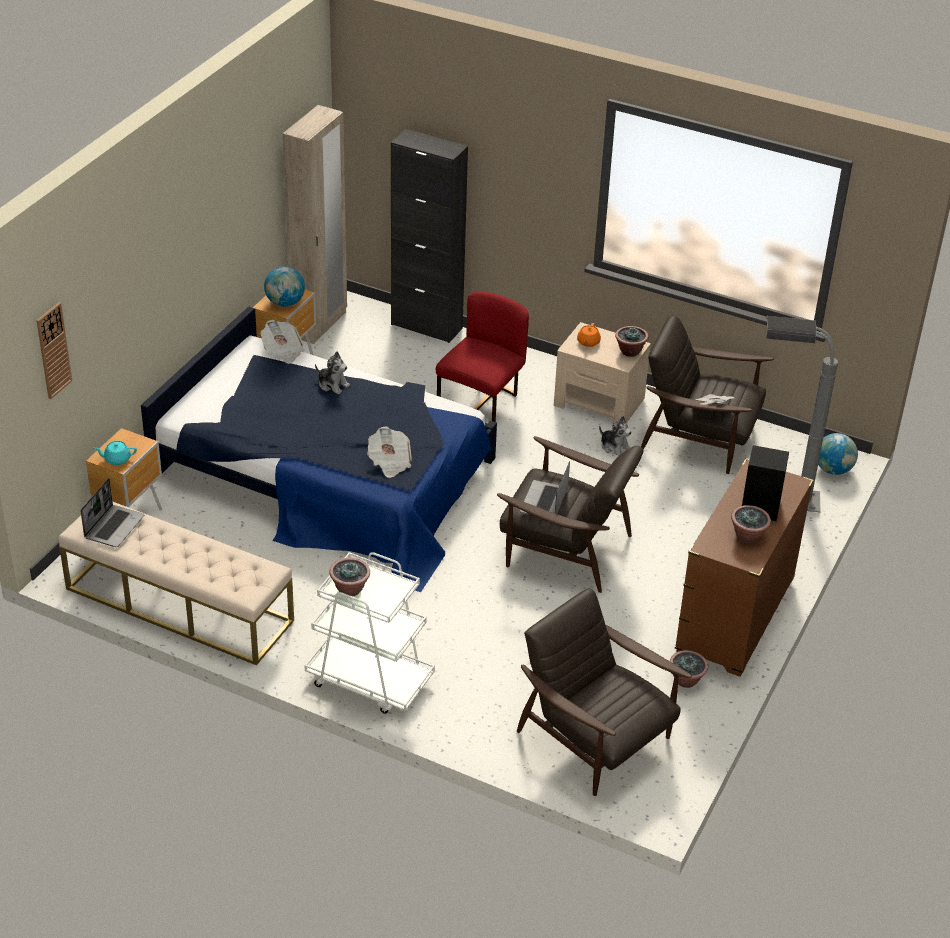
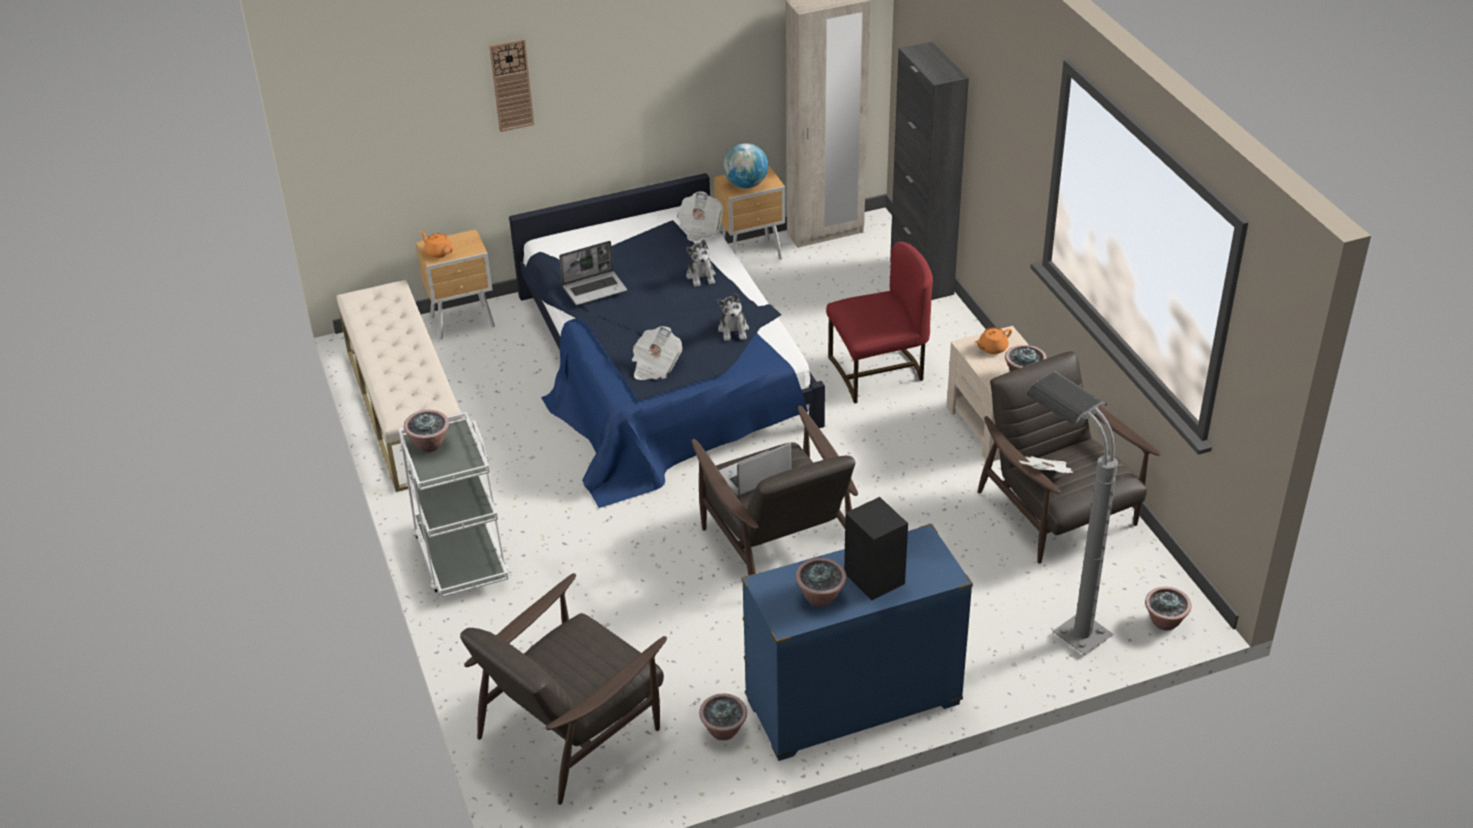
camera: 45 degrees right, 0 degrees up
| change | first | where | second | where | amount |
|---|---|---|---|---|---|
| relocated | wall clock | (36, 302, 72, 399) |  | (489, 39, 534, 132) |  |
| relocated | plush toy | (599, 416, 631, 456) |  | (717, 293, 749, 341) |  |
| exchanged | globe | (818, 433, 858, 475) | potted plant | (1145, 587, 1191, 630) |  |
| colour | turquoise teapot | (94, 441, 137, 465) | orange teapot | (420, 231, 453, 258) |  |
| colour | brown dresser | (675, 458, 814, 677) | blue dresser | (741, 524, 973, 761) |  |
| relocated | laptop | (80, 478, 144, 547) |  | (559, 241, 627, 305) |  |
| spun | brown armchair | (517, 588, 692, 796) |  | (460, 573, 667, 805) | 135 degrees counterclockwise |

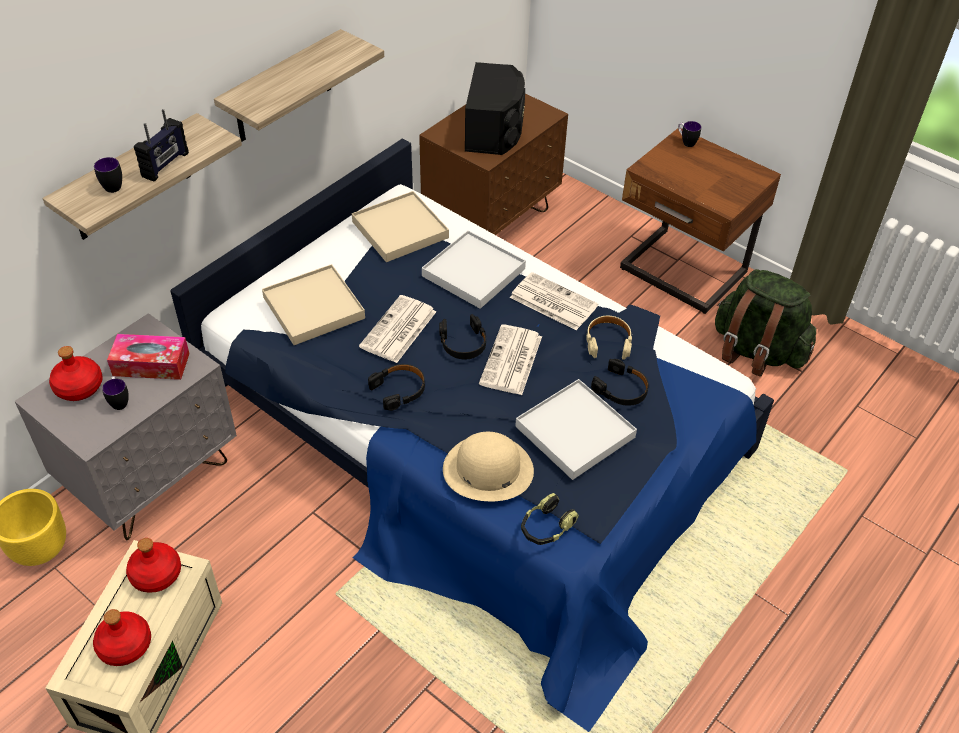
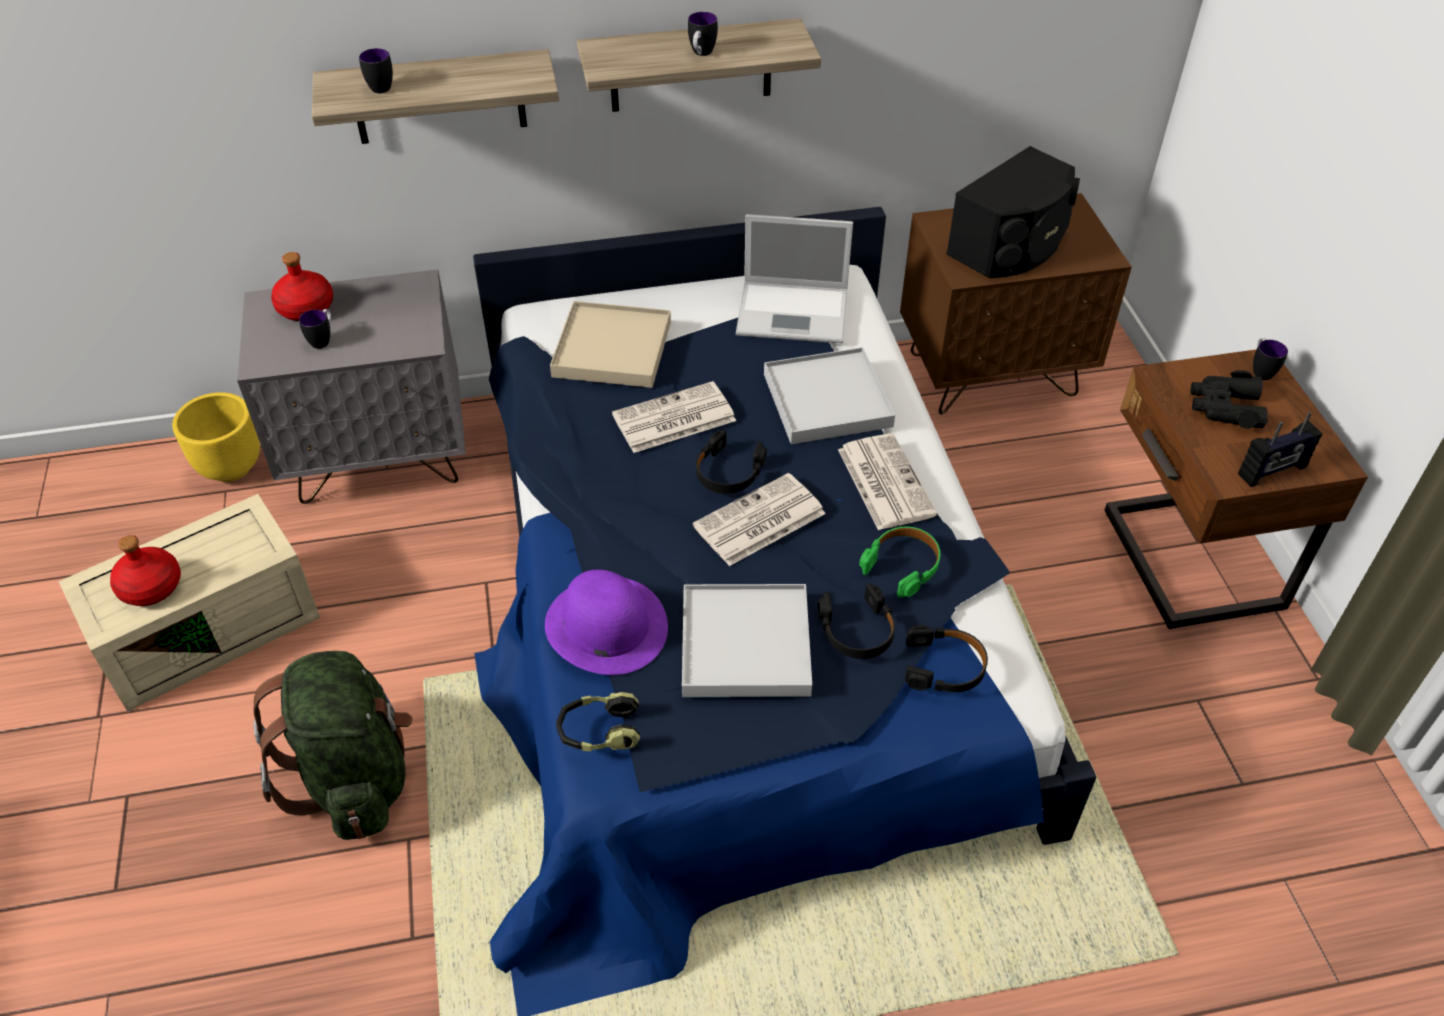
camera: 40 degrees right, 0 degrees up
| change | first | where | second | where | amount |
|---|---|---|---|---|---|
| relocated | radio | (134, 109, 189, 182) |  | (1238, 412, 1322, 487) |  |
| exchanged | beige tray | (352, 191, 449, 262) | laptop | (736, 214, 853, 343) |  |
| relocated | green backpack | (715, 269, 816, 377) |  | (253, 651, 413, 840) |  |
| colour | beige headphones | (586, 316, 632, 360) | green headphones | (859, 527, 940, 598) |  |
| missing | tissue box | (107, 334, 190, 380) |  |  |  |
| relocated | black headphones | (368, 364, 425, 411) |  | (905, 625, 988, 692) |  |
| colour | beige hat | (443, 432, 534, 501) | purple hat | (545, 570, 668, 675) |  |
| missing | red bottle | (126, 538, 181, 593) |  |  |  |
| appeared |  |  | mug | (688, 12, 718, 56) |  |
| appeared |  |  | black binoculars | (1190, 370, 1268, 429) |  |

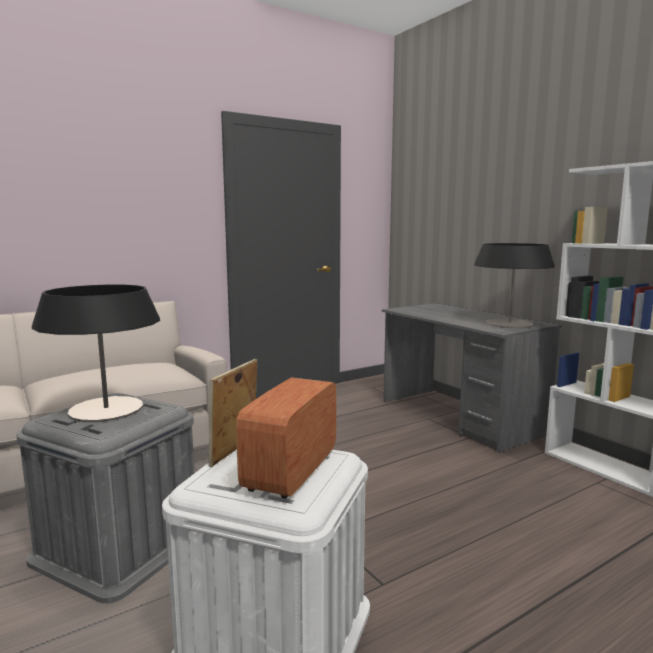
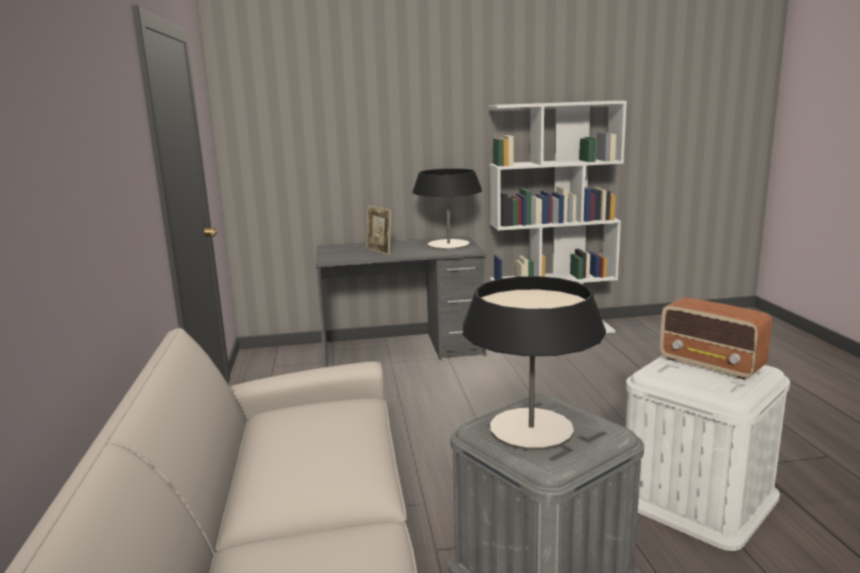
camera: 65 degrees left, 5 degrees up
| change | first | where | second | where | amount |
|---|---|---|---|---|---|
| relocated | picture frame | (208, 359, 257, 467) |  | (366, 205, 391, 255) |  |

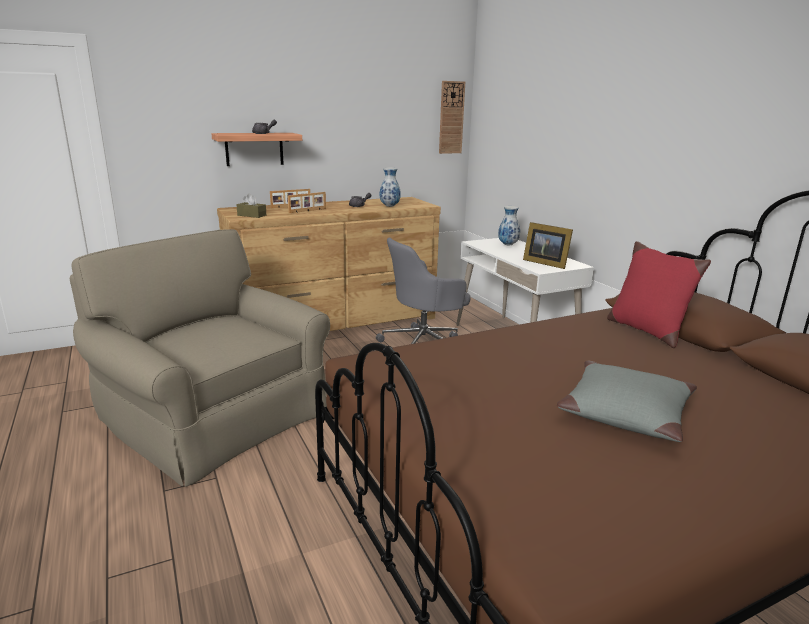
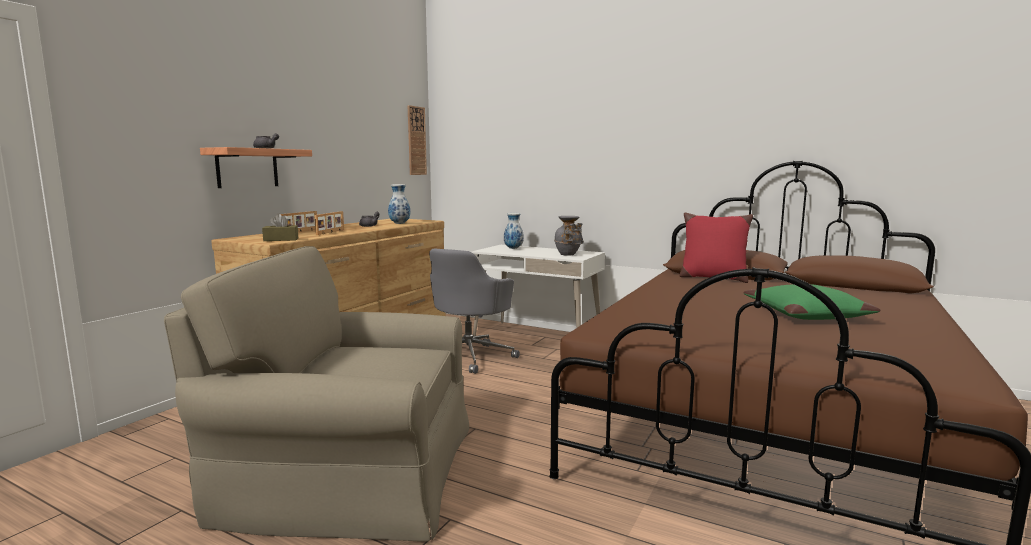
camera: 35 degrees left, 10 degrees down
| change | first | where | second | where | amount |
|---|---|---|---|---|---|
| exchanged | picture frame | (523, 222, 573, 269) | grey vase | (554, 216, 583, 256) |  |
| colour | grey pillow | (557, 361, 697, 442) | green pillow | (743, 284, 880, 320) |  |

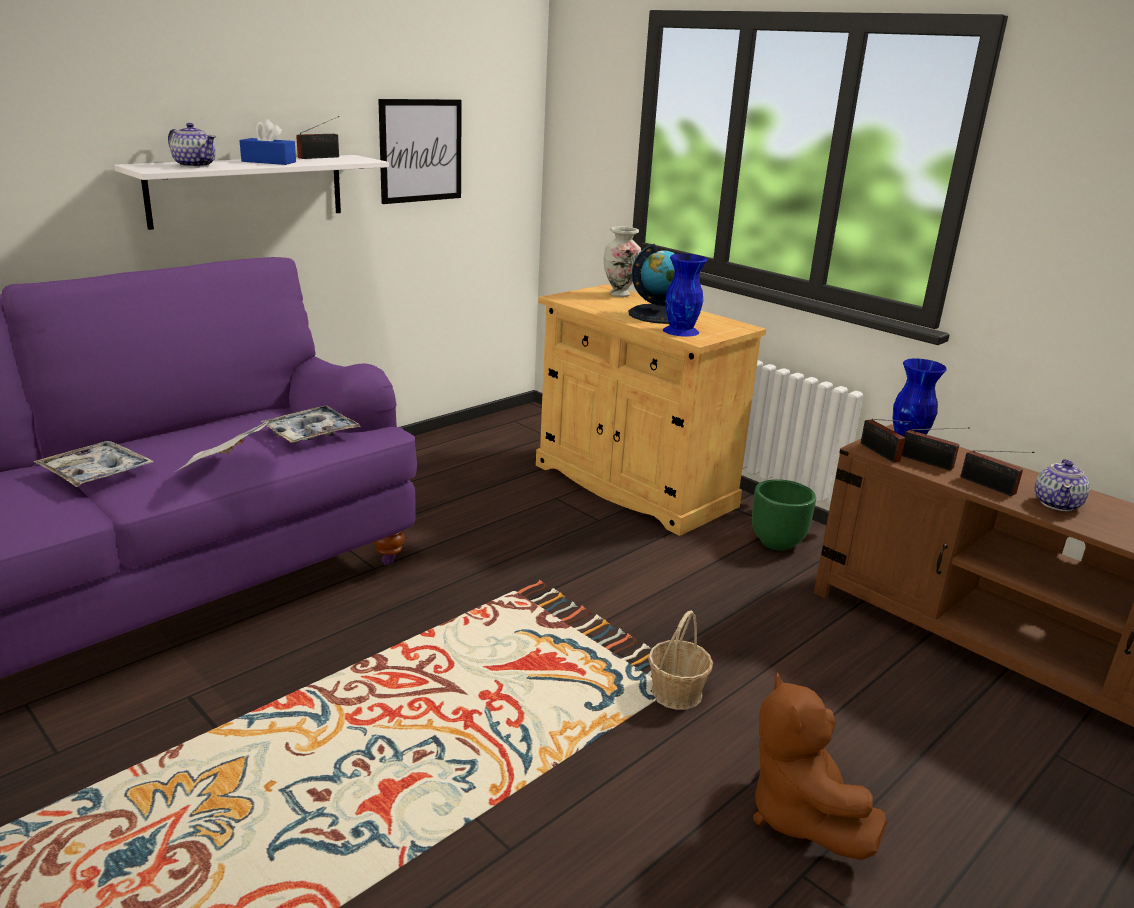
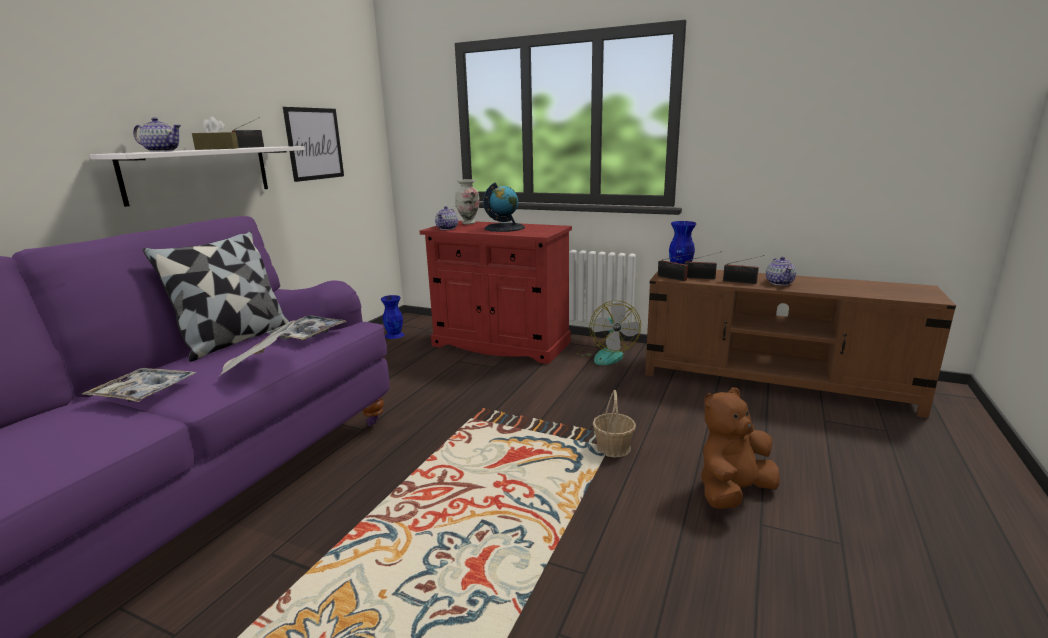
camera: 20 degrees left, 5 degrees down
| change | first | where | second | where | amount |
|---|---|---|---|---|---|
| colour | blue tissue box | (239, 119, 296, 165) | brown tissue box | (192, 117, 239, 150) |  |
| relocated | blue vase | (663, 254, 707, 337) |  | (381, 295, 405, 339) |  |
| colour | beige cabinet | (536, 284, 766, 536) | red cabinet | (420, 221, 572, 364) |  |
| exchanged | green planter | (752, 479, 816, 551) | fan | (576, 301, 641, 365) |  |
| spun | brown plush toy | (753, 672, 887, 860) |  | (701, 387, 780, 509) | 90 degrees clockwise |
| appeared |  |  | teapot | (435, 206, 458, 230) |  |
| appeared |  |  | pillow | (143, 231, 289, 362) |  |

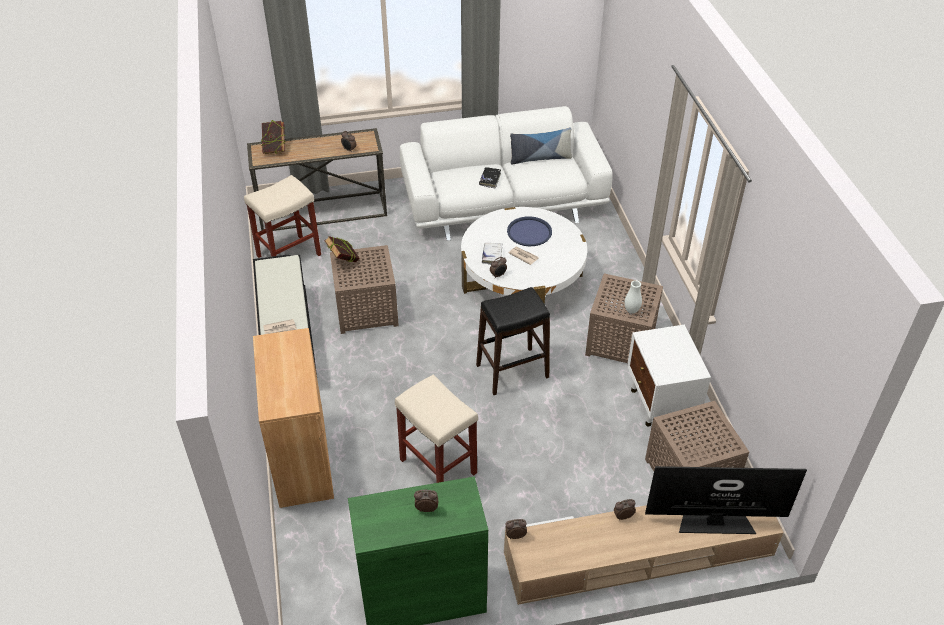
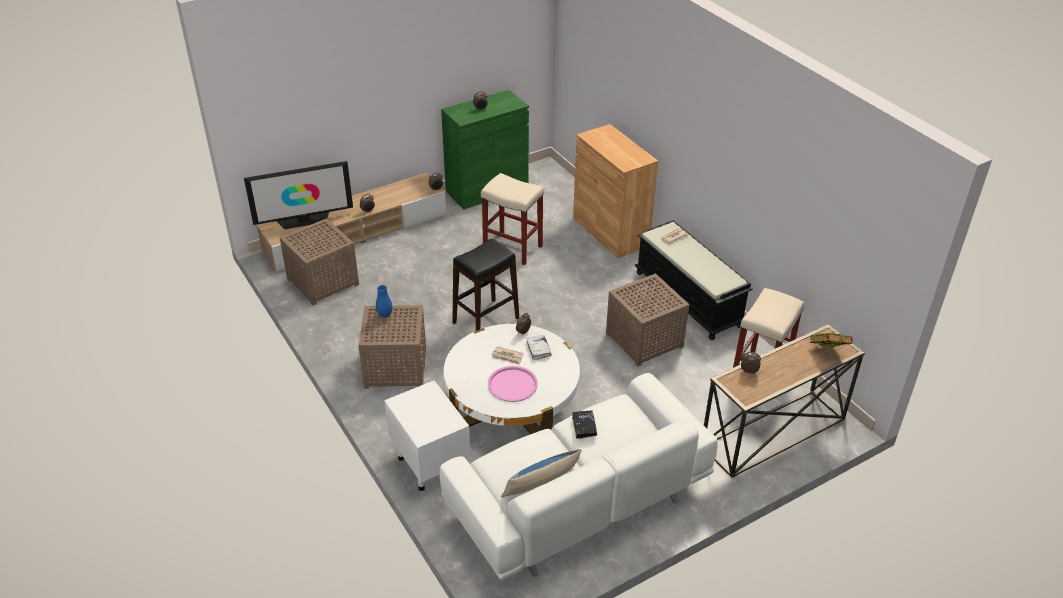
camera: 160 degrees right, 5 degrees down
| change | first | where | second | where | amount |
|---|---|---|---|---|---|
| colour | blue tray | (507, 216, 552, 246) | pink tray | (488, 366, 538, 402) |  |
| missing | book | (324, 236, 359, 262) |  |  |  |
| colour | white vase | (624, 280, 642, 314) | blue vase | (376, 285, 392, 318) |  |
| relocated | white nightstand | (627, 325, 711, 426) |  | (384, 381, 471, 491) |  |

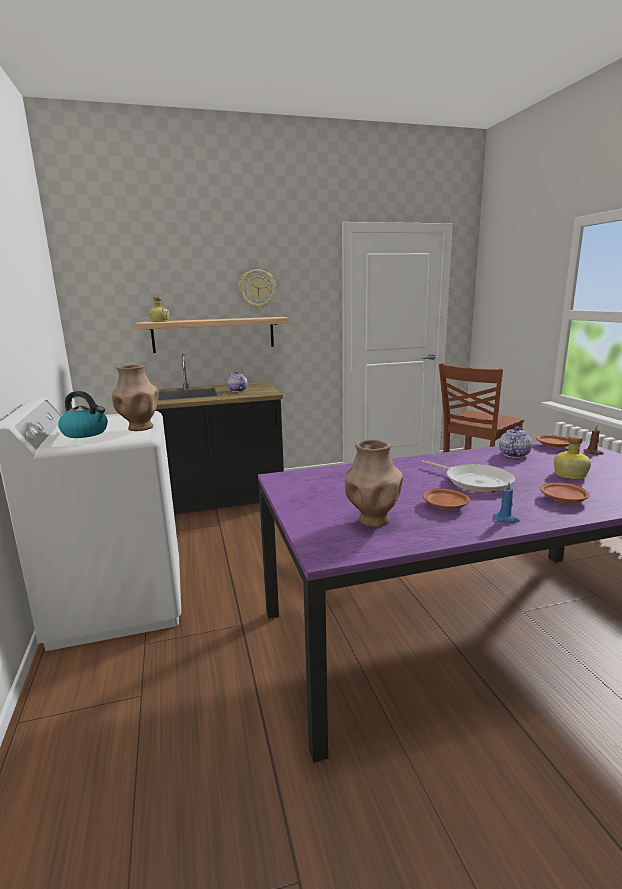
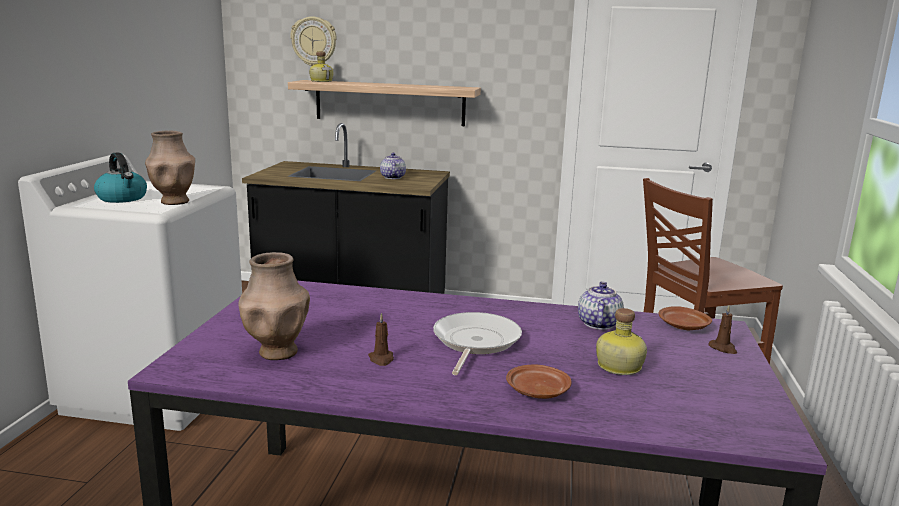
camera: 25 degrees right, 0 degrees up
| change | first | where | second | where | amount |
|---|---|---|---|---|---|
| relocated | wall clock | (239, 270, 276, 309) |  | (290, 16, 337, 66) |  |
| spun | teapot | (499, 426, 532, 458) |  | (578, 281, 624, 330) | 45 degrees counterclockwise |
| spun | frying pan | (422, 460, 515, 493) |  | (433, 312, 522, 375) | 150 degrees counterclockwise |
| missing | blue candle | (493, 482, 520, 523) |  |  |  |
| exchanged | brown plate | (423, 488, 469, 509) | brown candle | (368, 313, 394, 366) |  |

